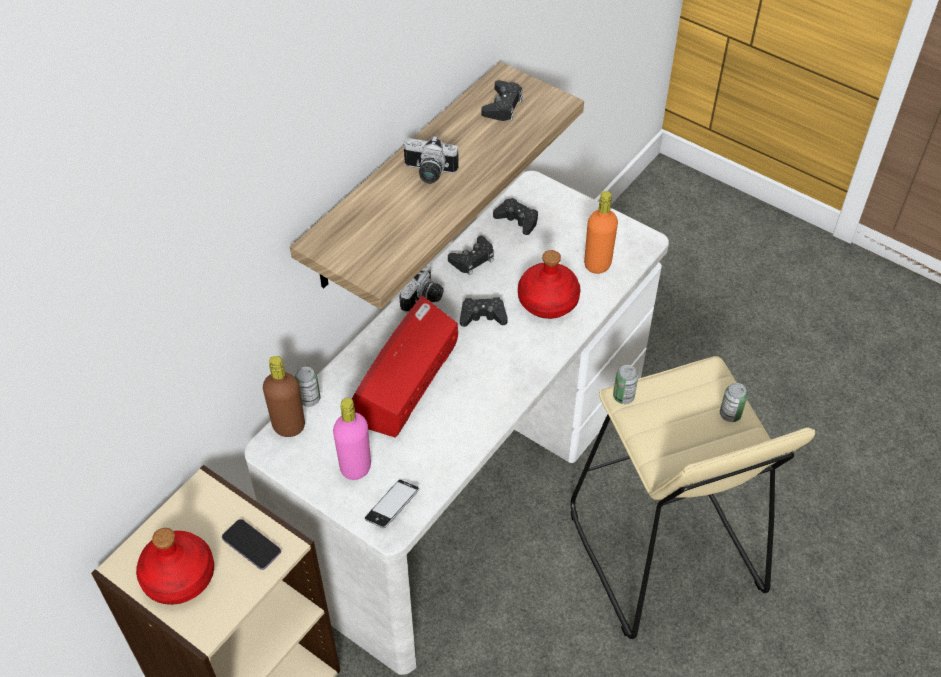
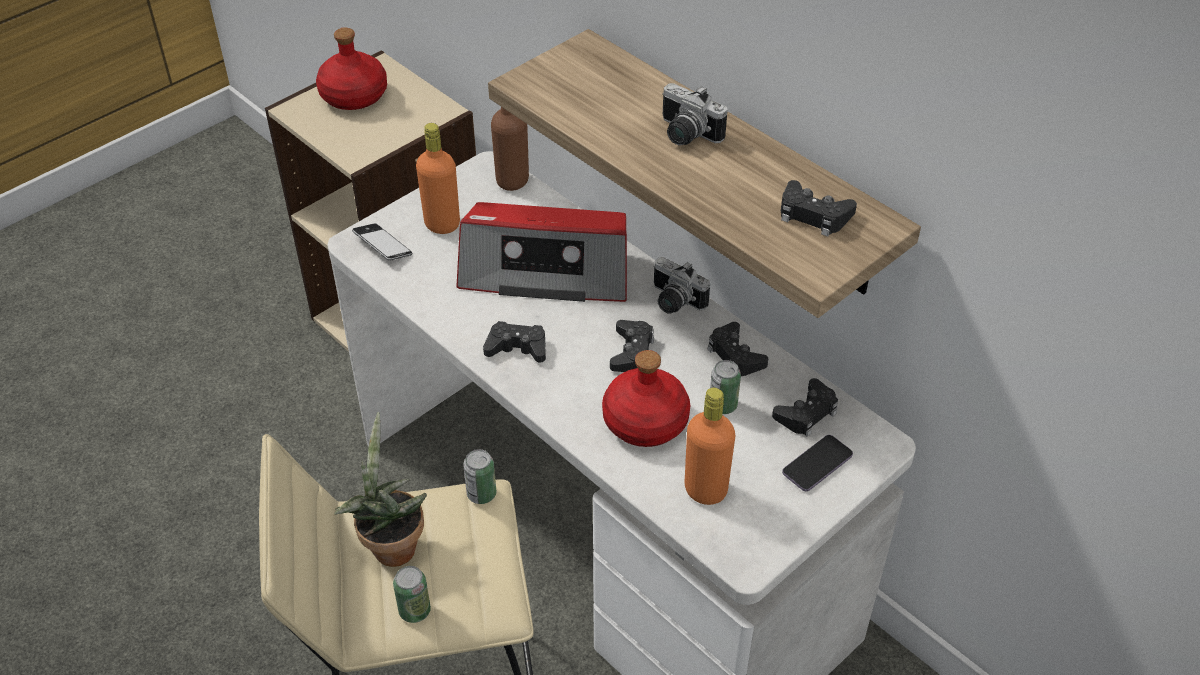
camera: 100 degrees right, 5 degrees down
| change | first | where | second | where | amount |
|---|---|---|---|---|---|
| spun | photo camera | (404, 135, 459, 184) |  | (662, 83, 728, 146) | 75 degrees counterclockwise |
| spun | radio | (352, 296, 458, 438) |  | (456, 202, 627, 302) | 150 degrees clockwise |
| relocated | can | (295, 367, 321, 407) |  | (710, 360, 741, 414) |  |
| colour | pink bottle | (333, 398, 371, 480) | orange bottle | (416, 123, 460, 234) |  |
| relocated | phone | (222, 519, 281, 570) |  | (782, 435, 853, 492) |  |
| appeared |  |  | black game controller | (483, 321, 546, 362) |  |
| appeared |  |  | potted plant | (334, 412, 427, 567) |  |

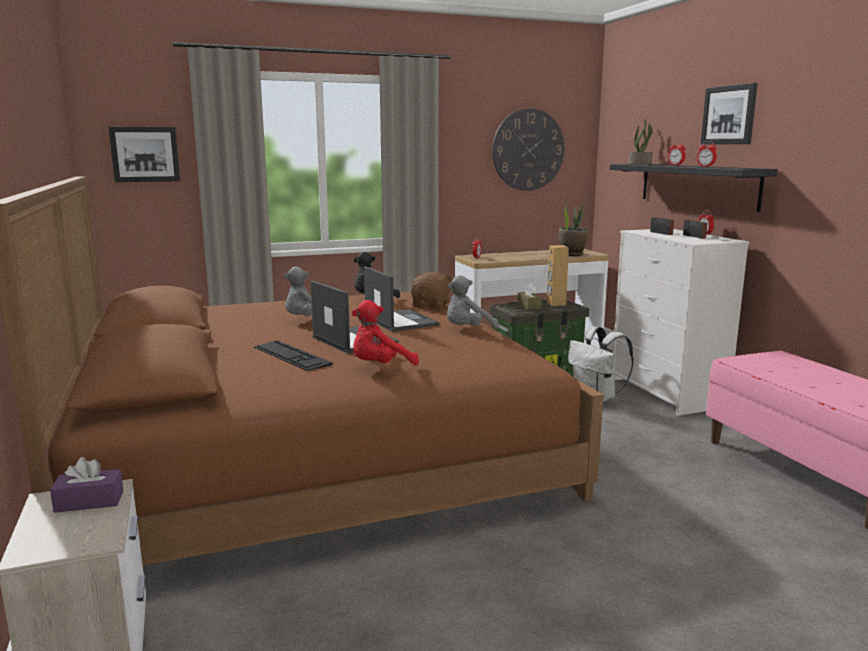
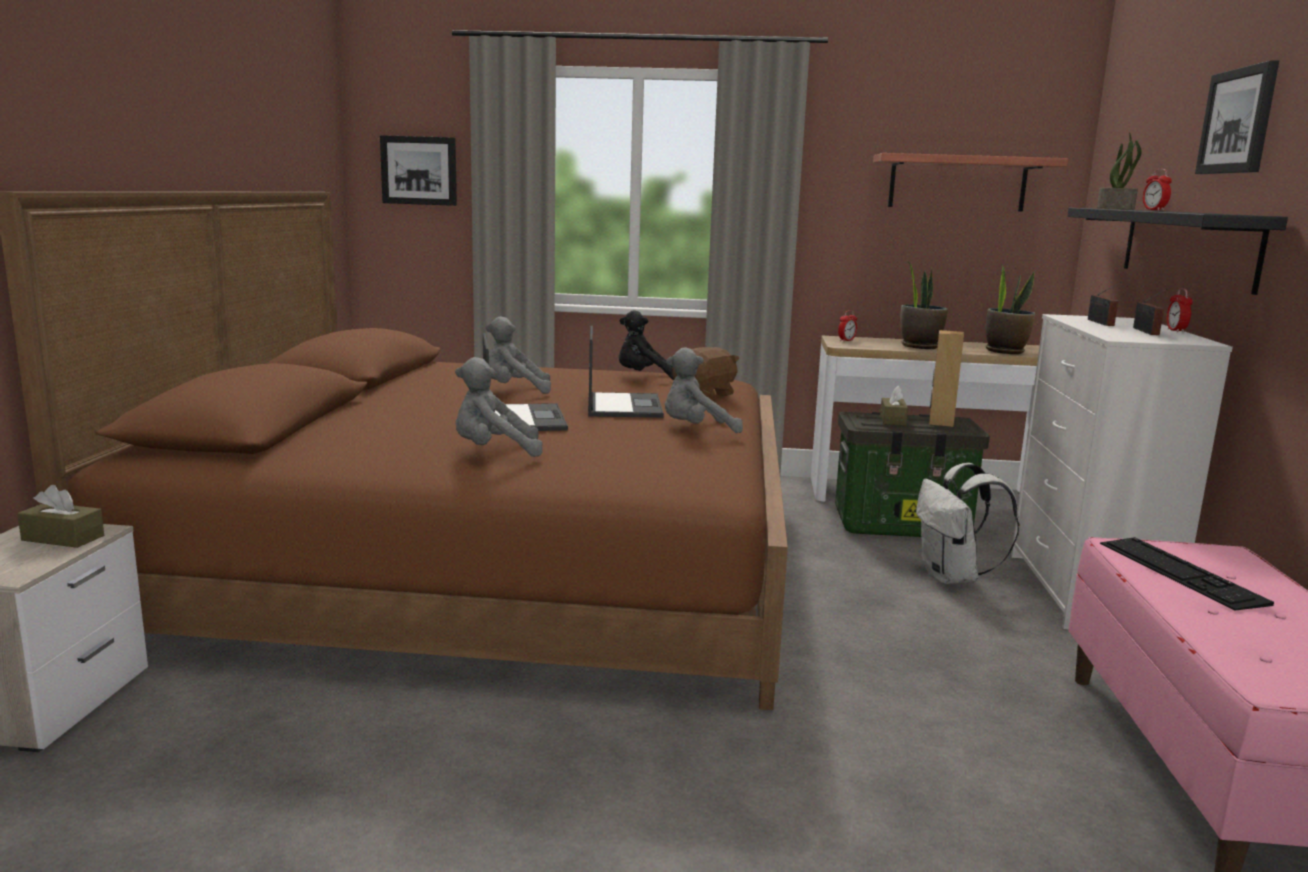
camera: 25 degrees right, 0 degrees up
| change | first | where | second | where | amount |
|---|---|---|---|---|---|
| exchanged | wall clock | (492, 109, 564, 191) | shelf | (873, 153, 1068, 212) |  |
| missing | alarm clock | (697, 141, 717, 167) |  |  |  |
| colour | red plush toy | (352, 300, 419, 365) | grey plush toy | (455, 357, 543, 457) |  |
| relocated | keyboard | (253, 340, 333, 371) |  | (1100, 537, 1274, 611) |  |
| colour | purple tissue box | (50, 457, 123, 513) | brown tissue box | (17, 485, 104, 548) |  |
| appeared |  |  | potted plant | (901, 261, 948, 349) |  |

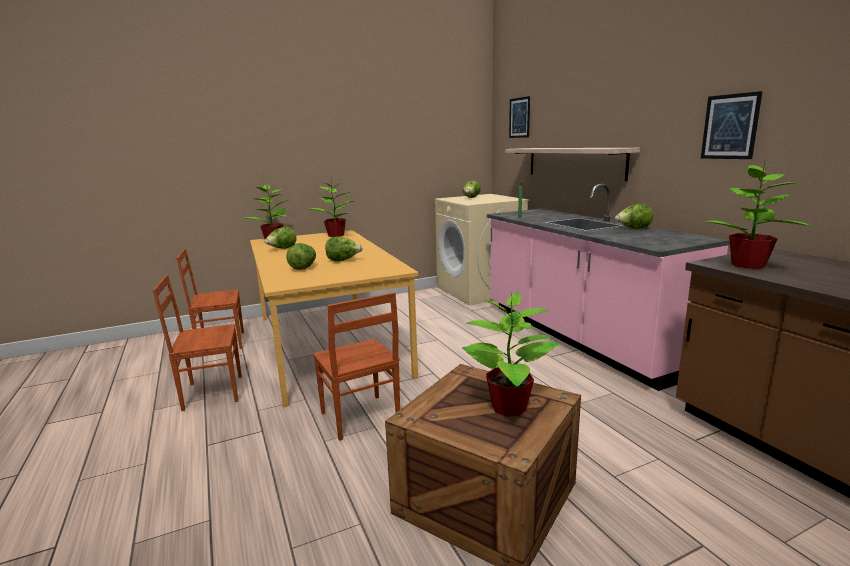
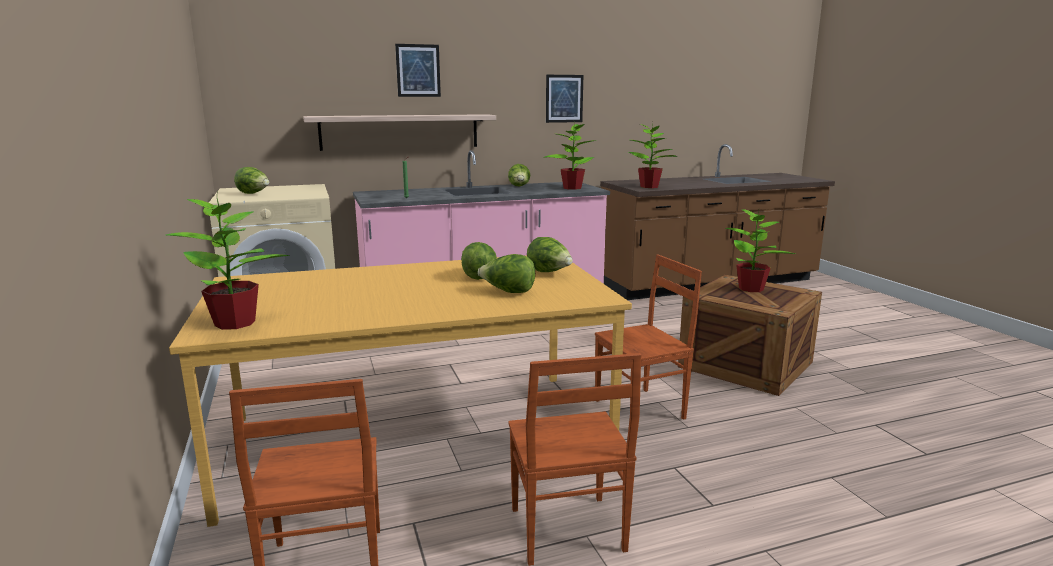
camera: 85 degrees left, 0 degrees up
| change | first | where | second | where | amount |
|---|---|---|---|---|---|
| relocated | picture | (509, 96, 530, 138) |  | (395, 44, 441, 97) |  |
| relocated | potted plant | (308, 182, 353, 237) |  | (545, 124, 596, 190) |  |
| relocated | lettuce | (264, 227, 296, 249) |  | (527, 237, 573, 272) |  |

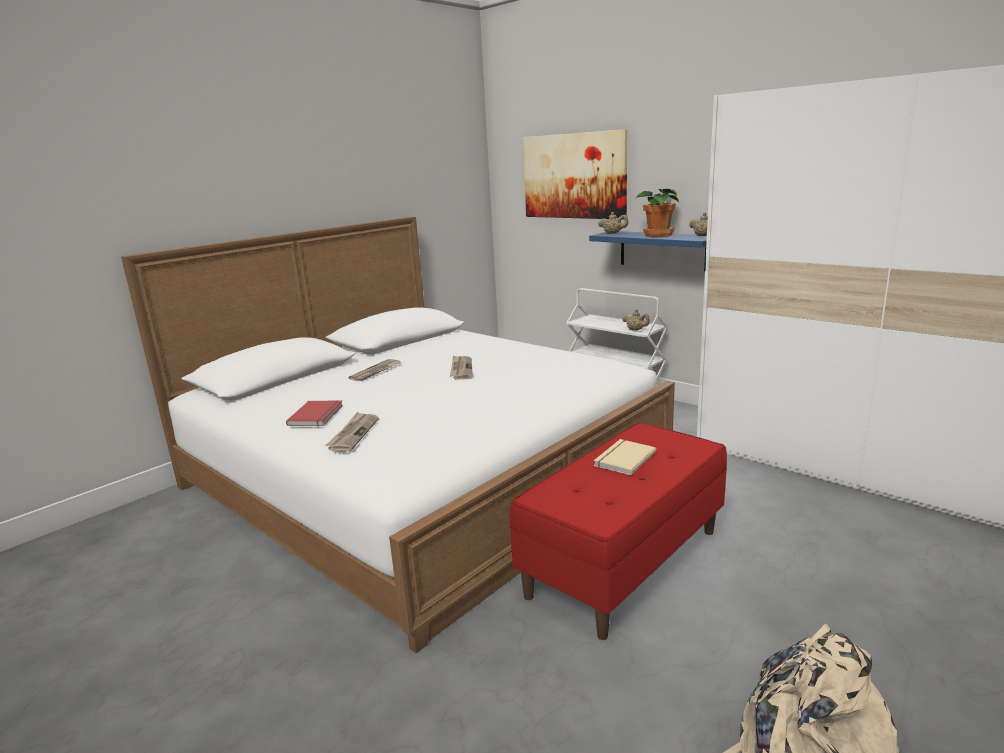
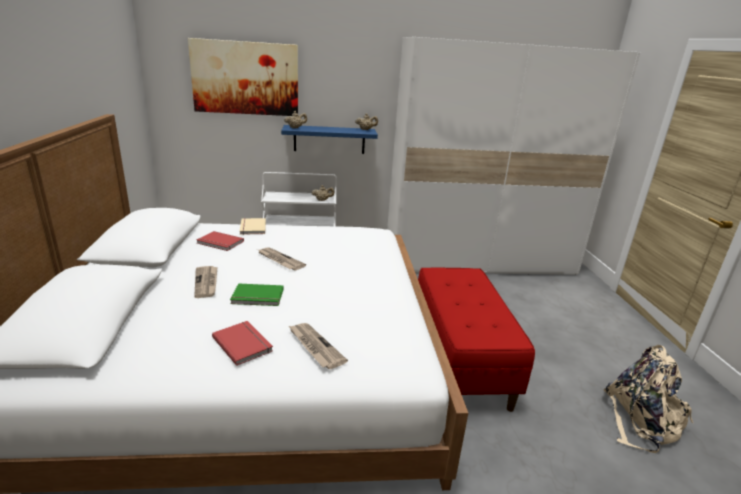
camera: 50 degrees left, 5 degrees up
| change | first | where | second | where | amount |
|---|---|---|---|---|---|
| missing | potted plant | (636, 189, 679, 237) |  |  |  |
| relocated | beige book | (594, 439, 656, 476) |  | (240, 218, 266, 235) |  |
| appeared |  |  | red book | (197, 231, 244, 251) |  |
| appeared |  |  | green book | (230, 283, 284, 306) |  |

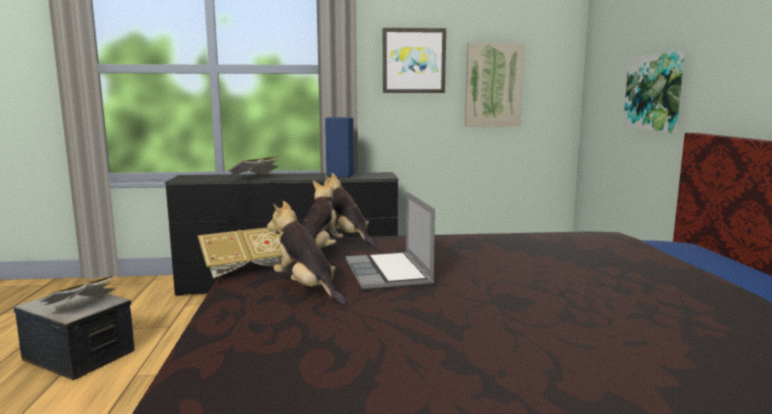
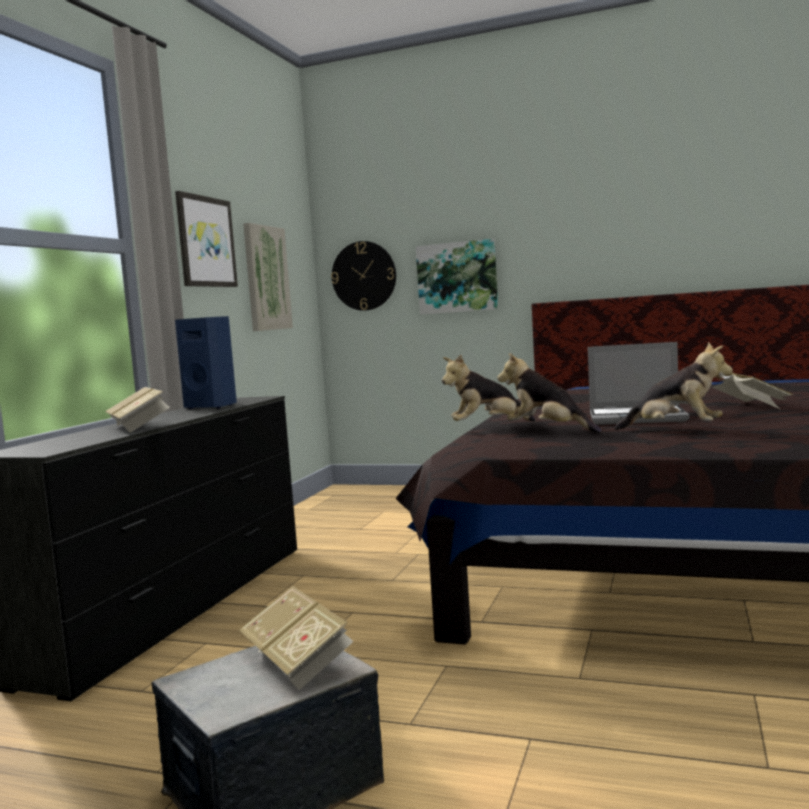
camera: 65 degrees left, 5 degrees down
| change | first | where | second | where | amount |
|---|---|---|---|---|---|
| spun | plush toy | (267, 201, 347, 305) |  | (615, 342, 733, 430) | 135 degrees counterclockwise |
| relocated | book | (197, 227, 282, 278) |  | (712, 373, 793, 409) |  |
| appeared |  |  | wall clock | (331, 241, 396, 311) |  |

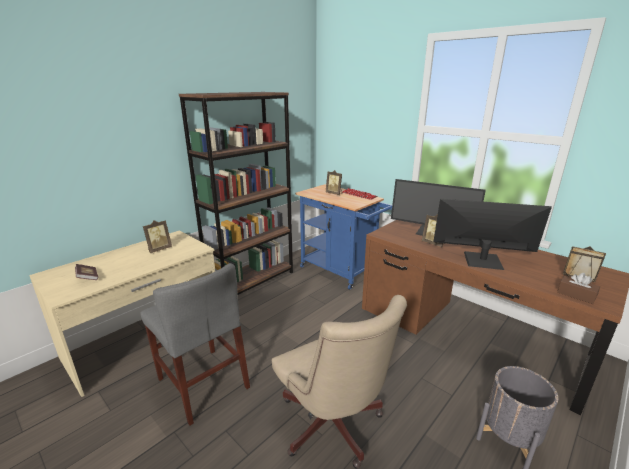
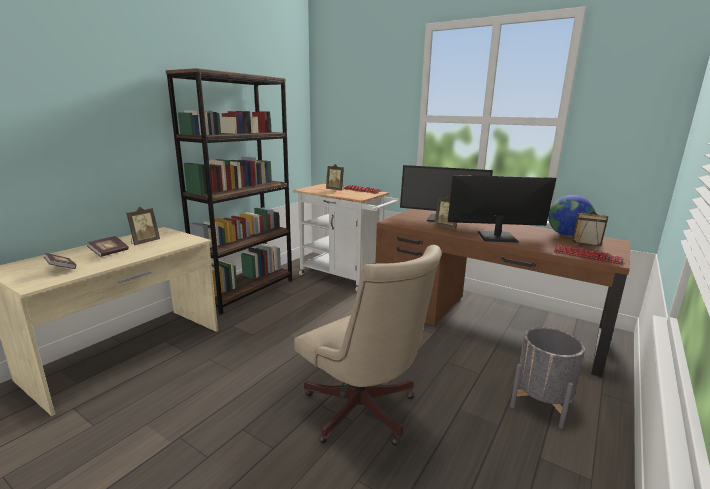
camera: 10 degrees left, 5 degrees down
| change | first | where | second | where | amount |
|---|---|---|---|---|---|
| colour | blue cart | (295, 184, 392, 289) | white cart | (293, 184, 399, 292) |  |
| missing | grey chair | (140, 263, 250, 426) |  |  |  |
| exchanged | brown tissue box | (557, 273, 600, 304) | keyboard | (554, 245, 624, 265) |  |
| appeared |  |  | globe | (548, 195, 595, 237) |  |
| appeared |  |  | book | (87, 236, 129, 257) |  |

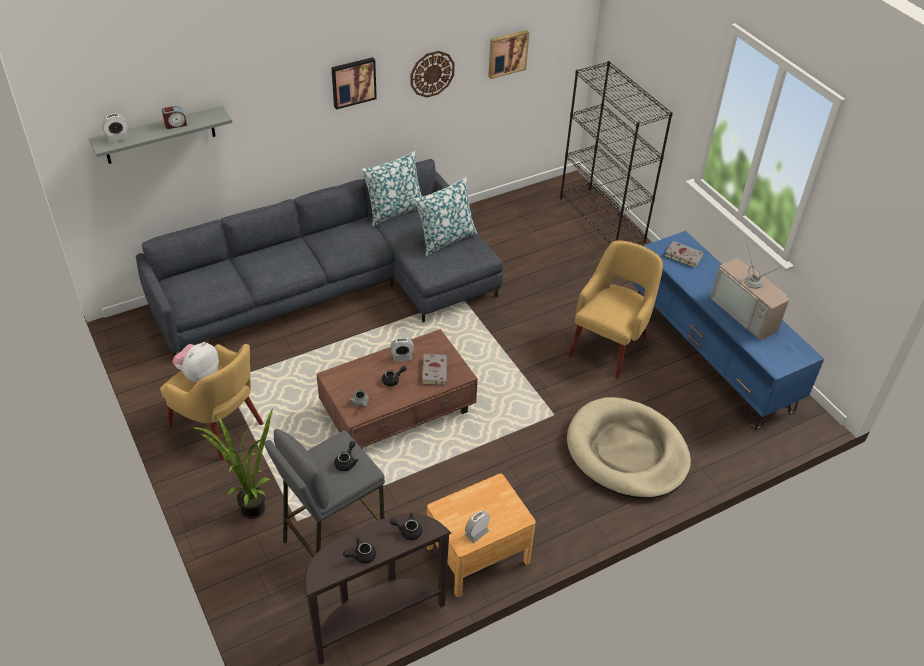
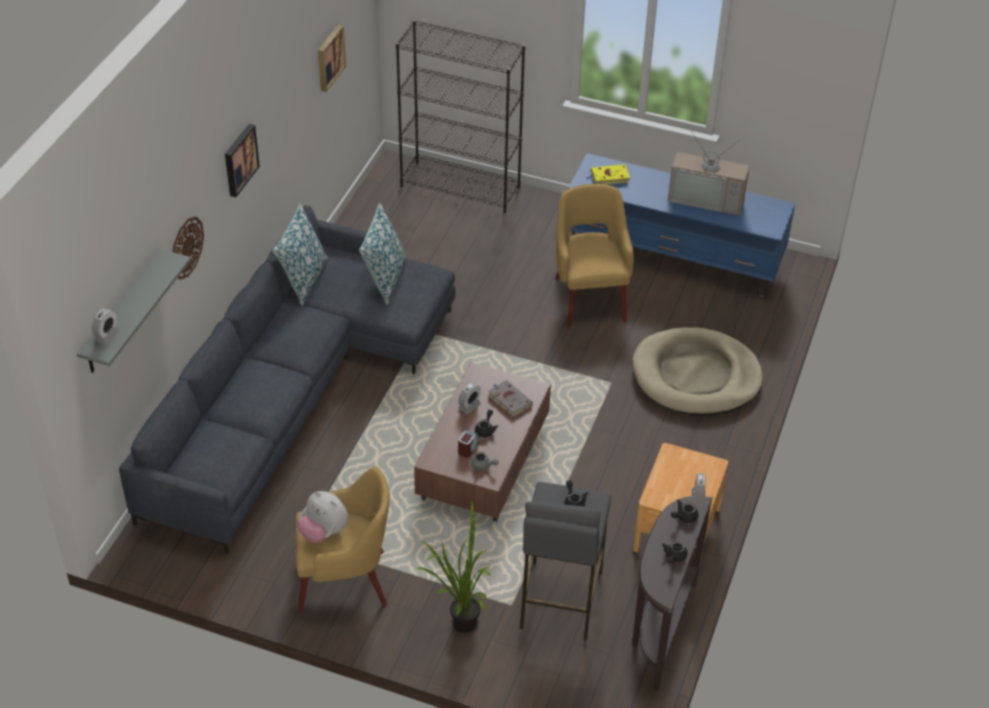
camera: 40 degrees left, 0 degrees up
| change | first | where | second | where | amount |
|---|---|---|---|---|---|
| relocated | wall clock | (411, 51, 455, 98) |  | (173, 216, 204, 280) |  |
| relocated | alarm clock | (162, 106, 187, 129) |  | (458, 430, 479, 458) |  |
| colour | grey book | (663, 241, 704, 268) | yellow book | (586, 164, 630, 185) |  |
| spun | plush toy | (172, 342, 219, 382) |  | (297, 491, 348, 543) | 45 degrees counterclockwise |

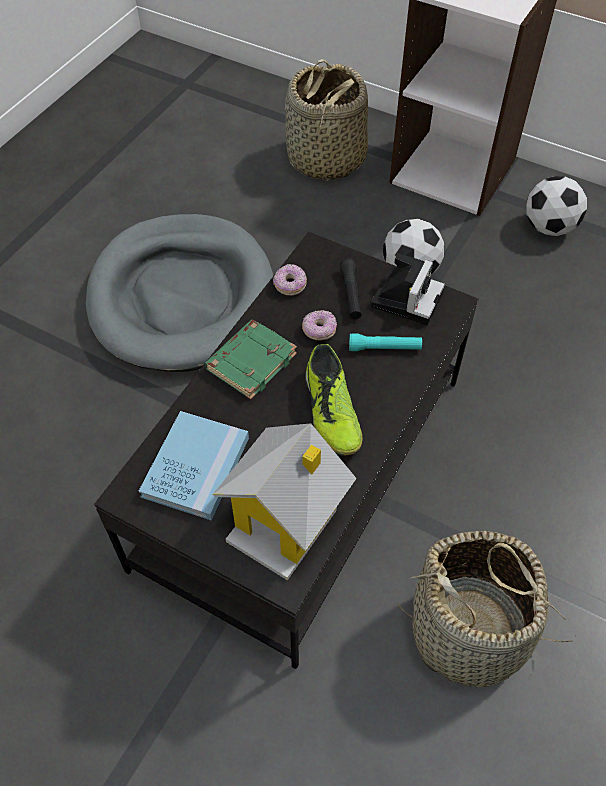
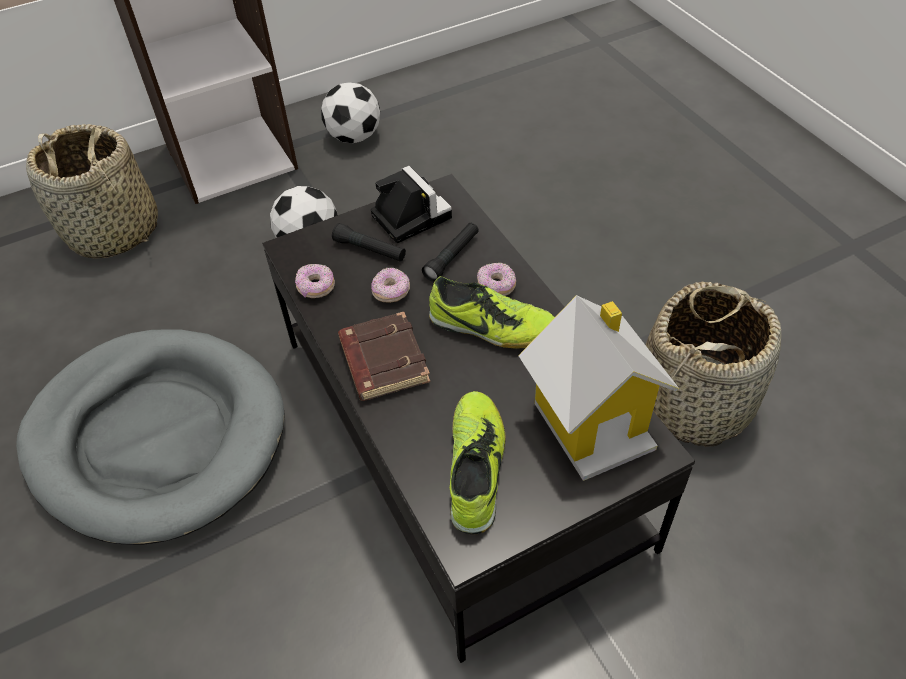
camera: 55 degrees left, 5 degrees down
| change | first | where | second | where | amount |
|---|---|---|---|---|---|
| colour | green book | (205, 320, 297, 400) | brown book | (338, 312, 431, 401) |  |
| colour | turquoise flashlight | (349, 333, 422, 351) | black flashlight | (422, 223, 479, 282) |  |
| exchanged | blue book | (139, 411, 249, 521) | shoe | (450, 391, 506, 535) |  |
| appeared |  |  | donut | (477, 263, 516, 296) |  |

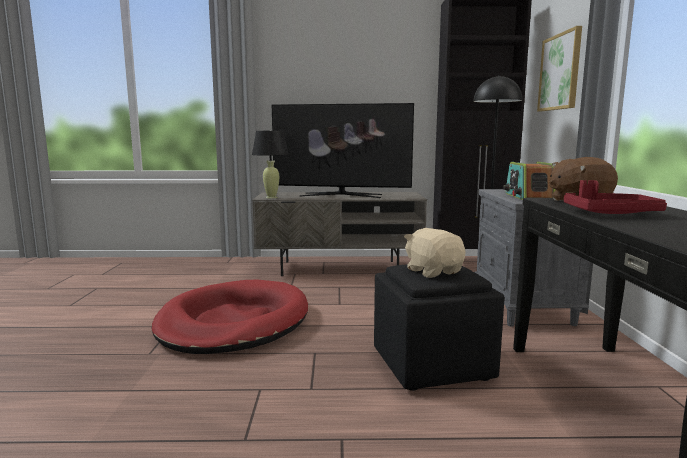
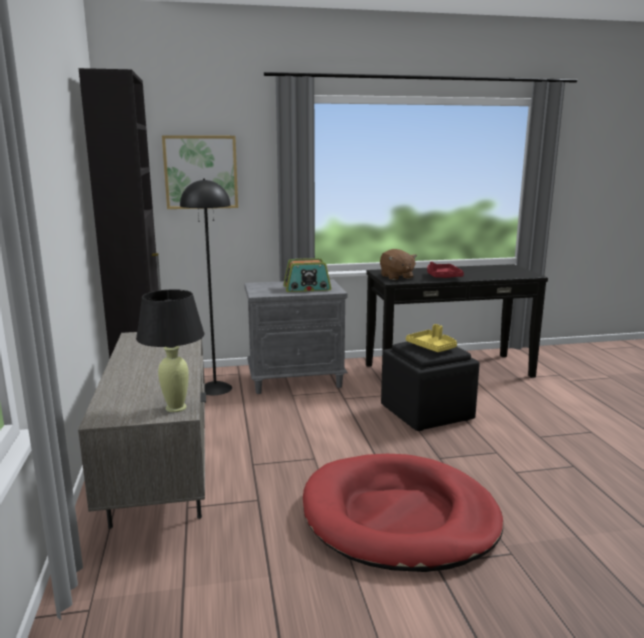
camera: 100 degrees left, 5 degrees up
| change | first | where | second | where | amount |
|---|---|---|---|---|---|
| missing | television | (272, 103, 414, 198) |  |  |  |
| exchanged | beige plush toy | (404, 228, 466, 278) | yellow tray | (406, 324, 457, 352) |  |

